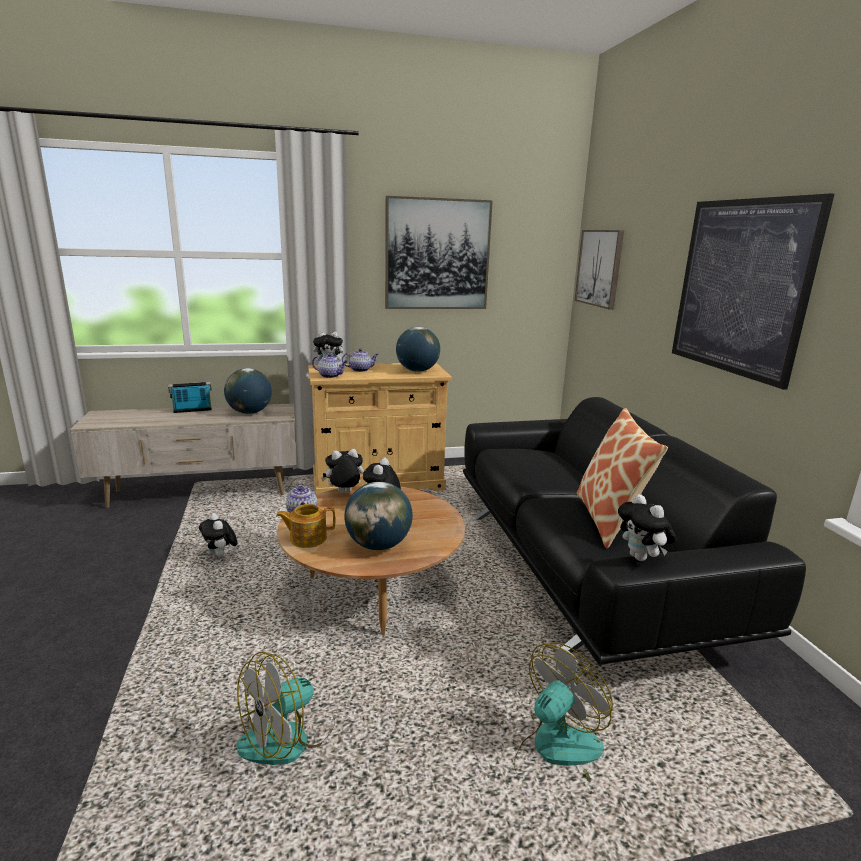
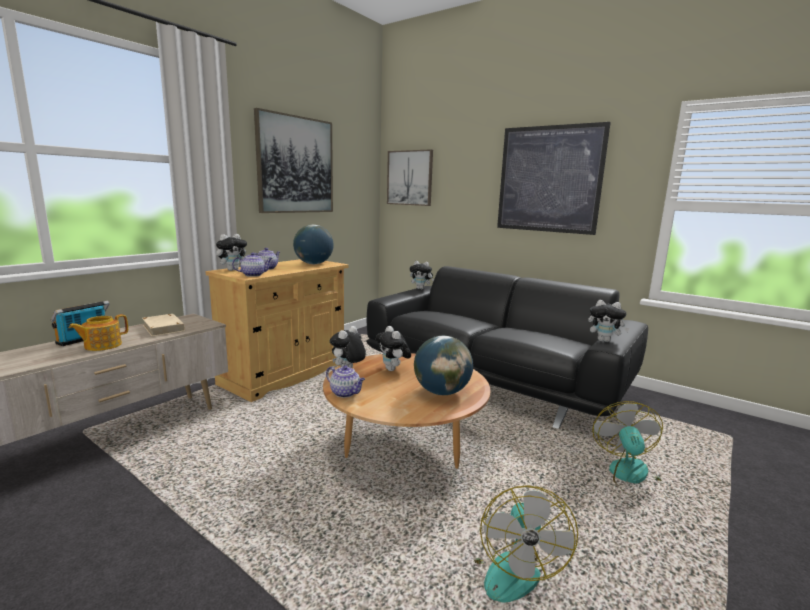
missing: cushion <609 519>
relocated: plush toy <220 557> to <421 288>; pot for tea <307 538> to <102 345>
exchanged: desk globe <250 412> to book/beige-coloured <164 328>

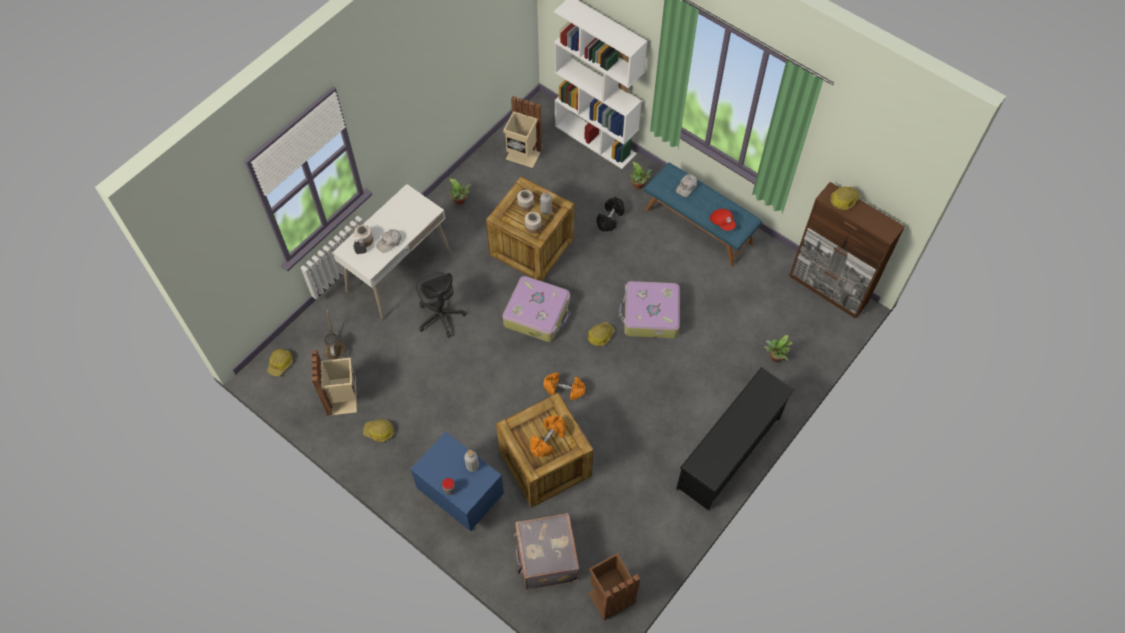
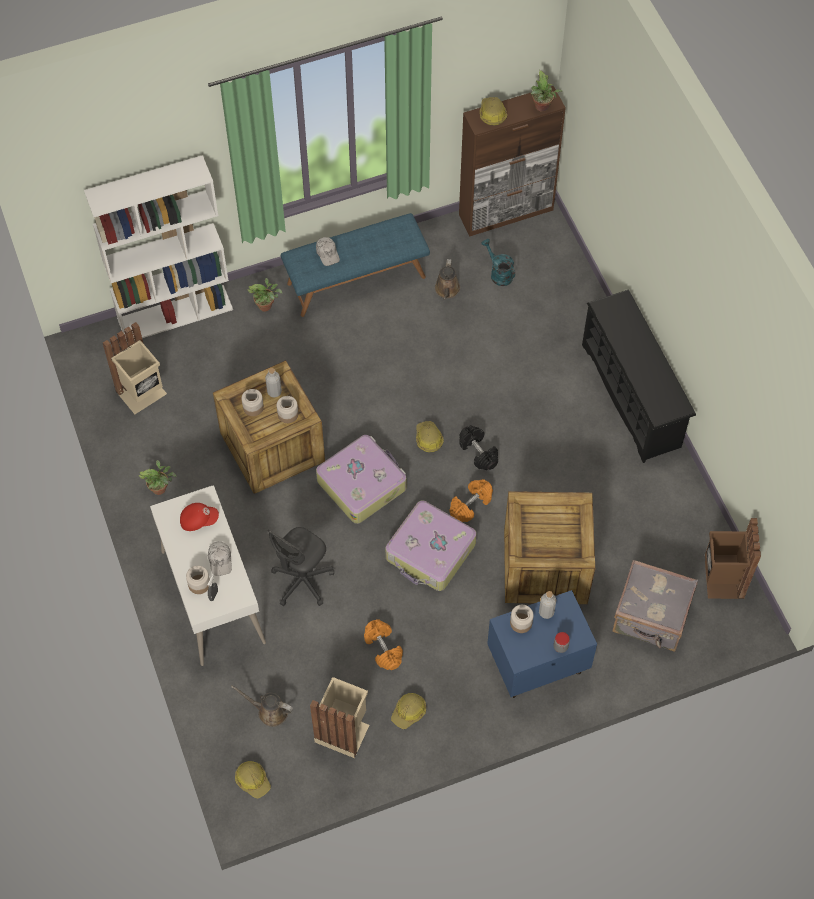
appeared: sprinkling can/brown-coloured <447 290>; sprinkling can/turquoise-coloured <498 273>; jar <521 623>
relocated: hand weight/orangey <548 440> to <383 648>; hand weight/black-coloured <610 219> to <478 452>; piece of luggage <650 315> to <430 552>; baseball cap/reddish <722 222> to <198 520>; potted plant <774 358> to <542 108>
spun: computer chair/grey <440 317> = <302 581> 120 degrees clockwise

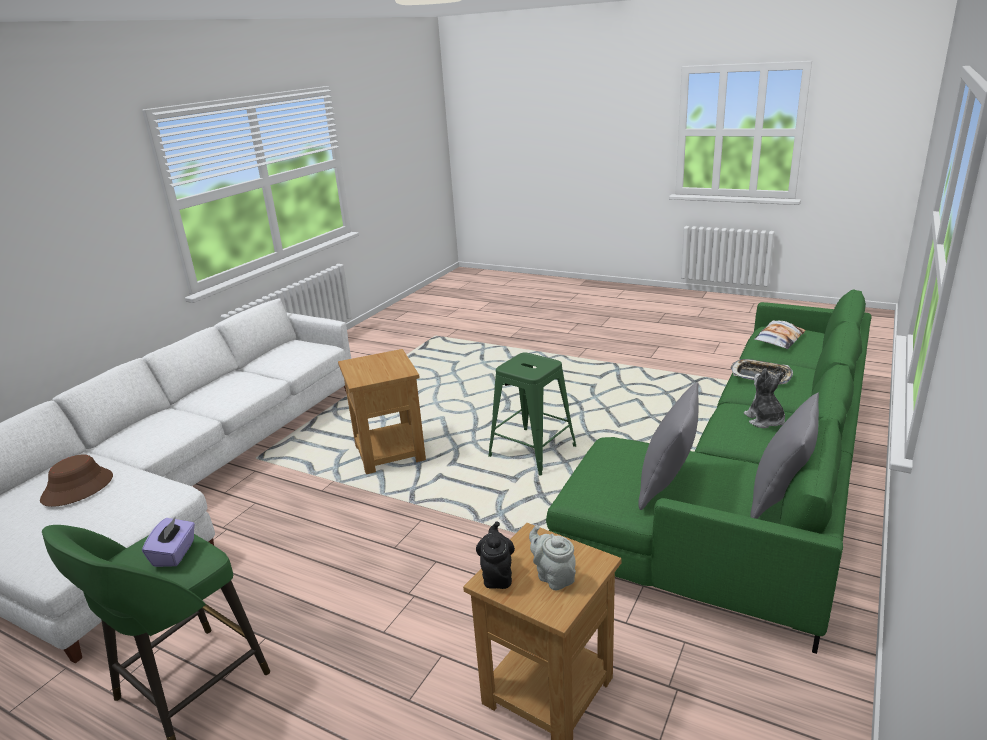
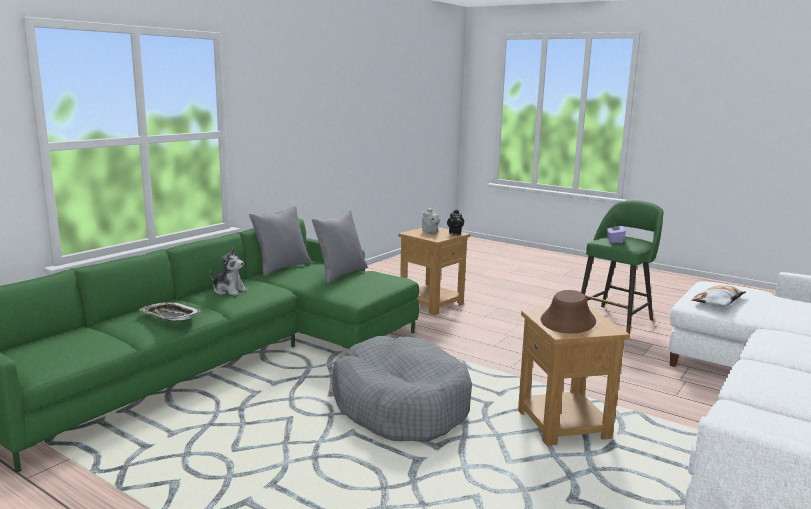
relocated: clothing hat/brown-coloured <77 488> to <568 321>; cushion <778 339> to <718 301>
exchanged: stool/green-coloured <533 451> to dog bed/grey <400 405>
spun: plush toy <764 420> = <229 291> 60 degrees counterclockwise

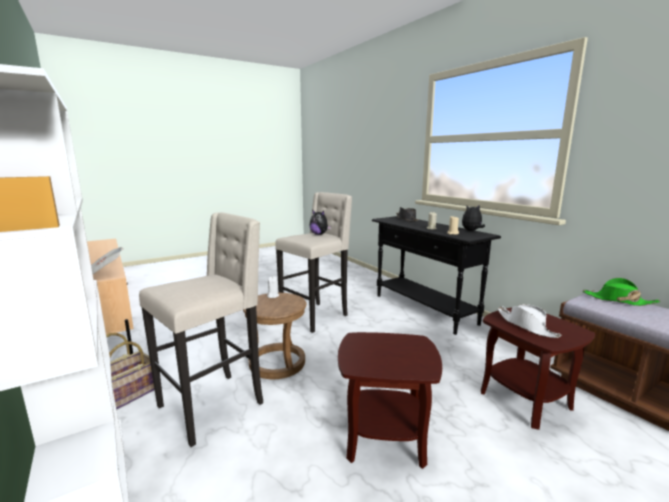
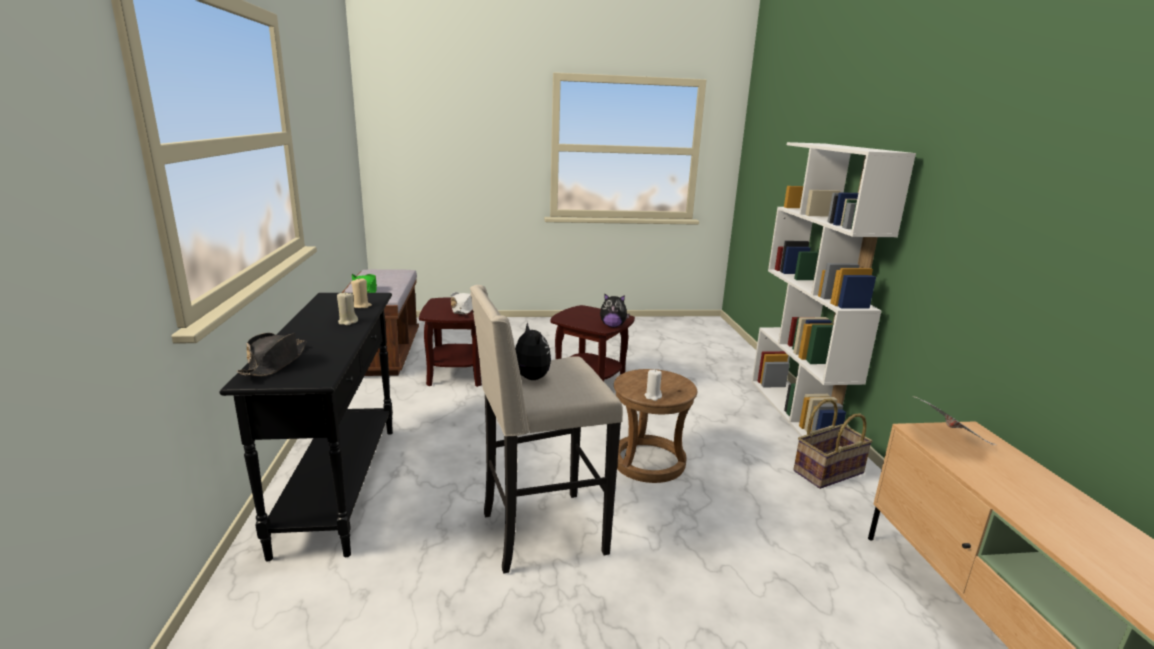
missing: stool/beige-coloured <213 405>
relocated: plush toy <471 231> to <613 326>

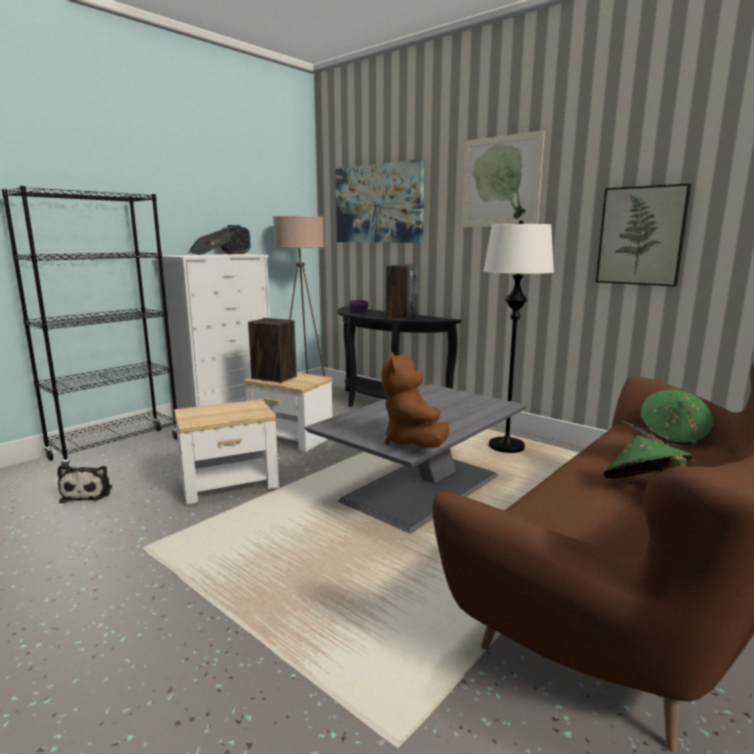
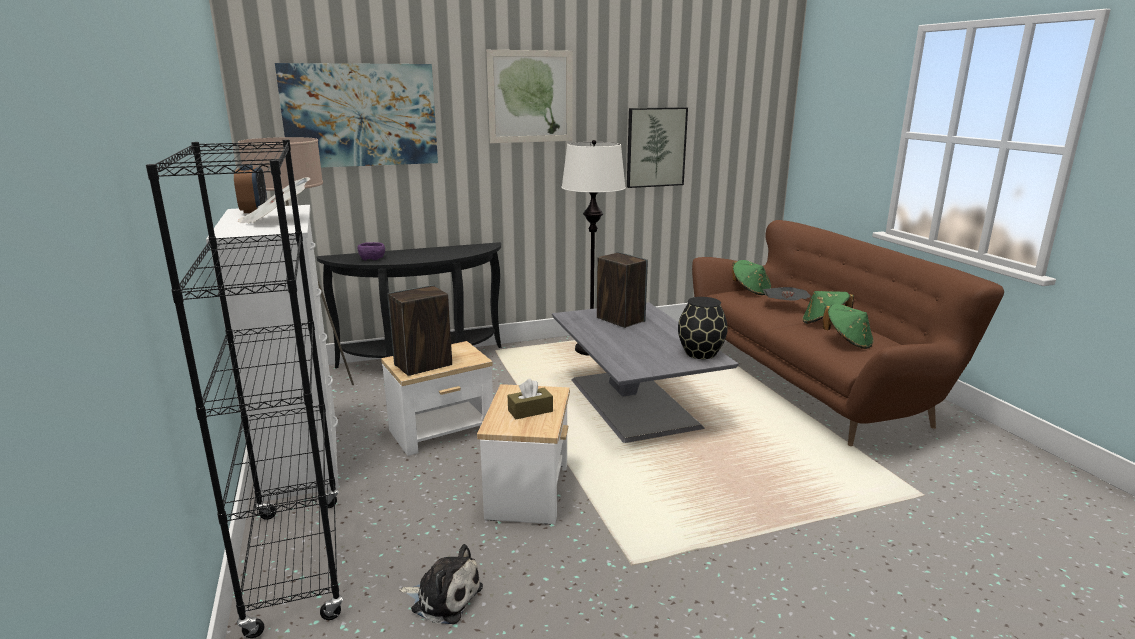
appeared: tissue holder/brown-coloured <530 411>; clothing hat/green-coloured <847 342>
relocated: loudspeaker <401 317> to <620 320>
exchanged: plush toy/brown-coloured <413 443> to flower vase/black-coloured <700 353>

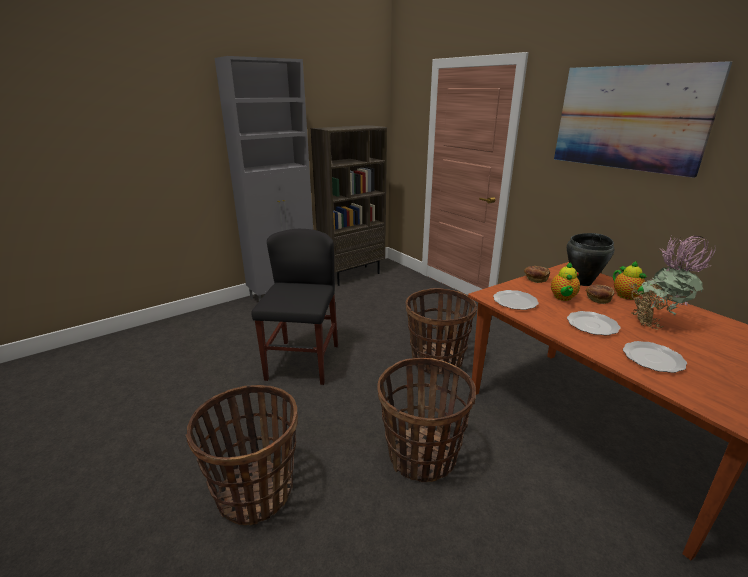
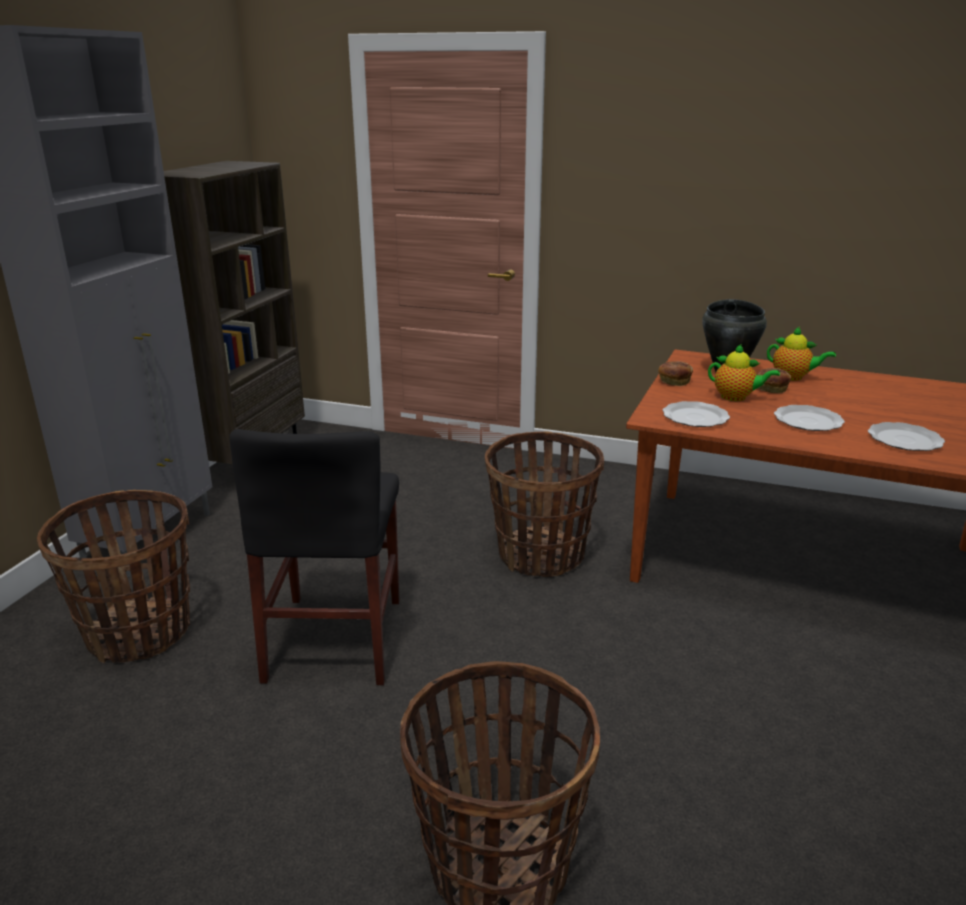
missing: picture <629 118>; potted plant <655 323>
relocated: storage basket <422 456> to <139 633>
spun: chair/black-coloured <303 362> = <335 638> 150 degrees counterclockwise; pot for tea <563 298> = <736 397> 45 degrees counterclockwise

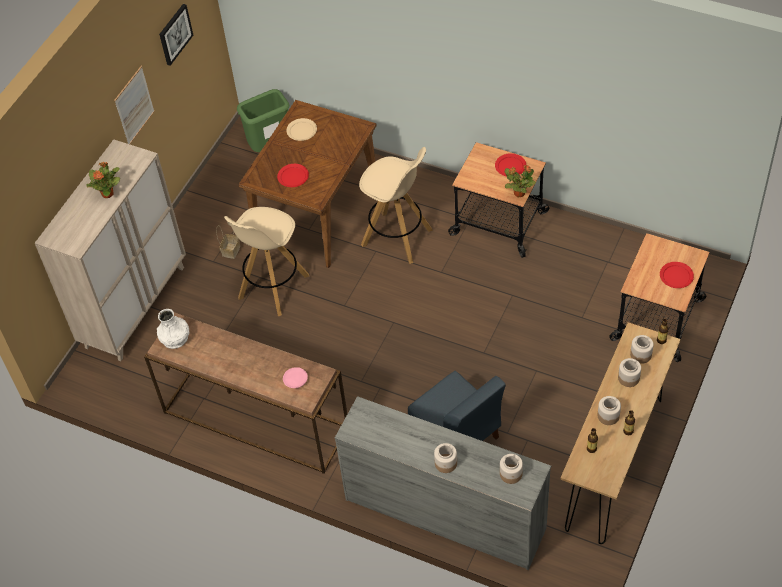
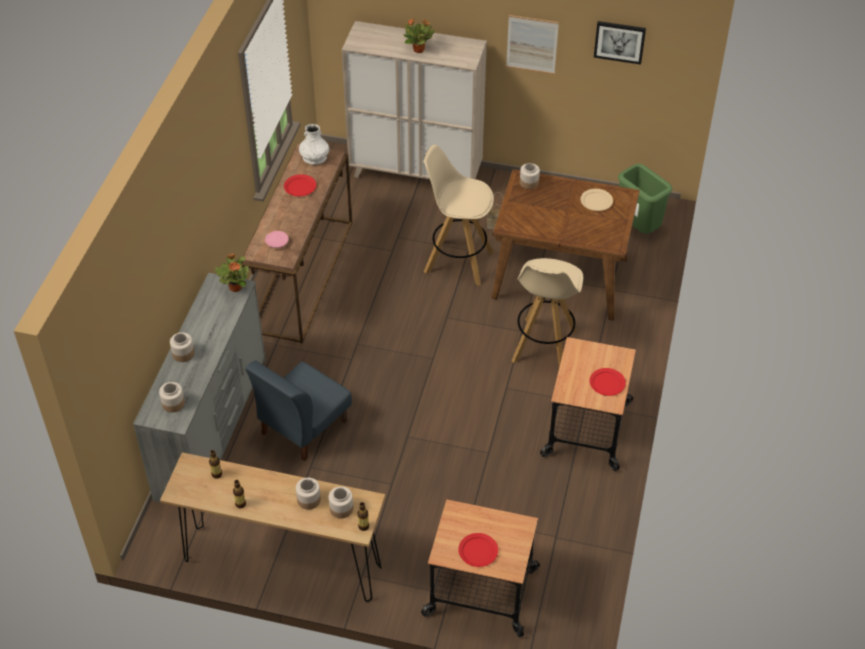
relocated: flat dish/reddish <293 177> to <299 187>; potted plant <518 193> to <235 287>; jar <608 415> to <529 183>

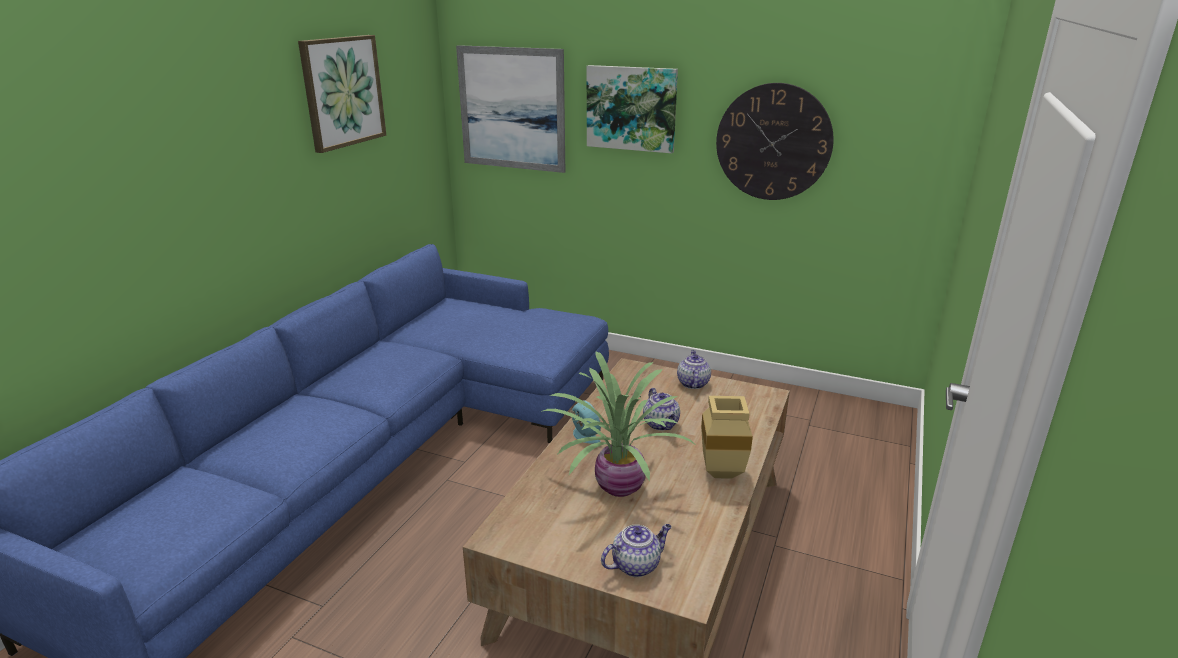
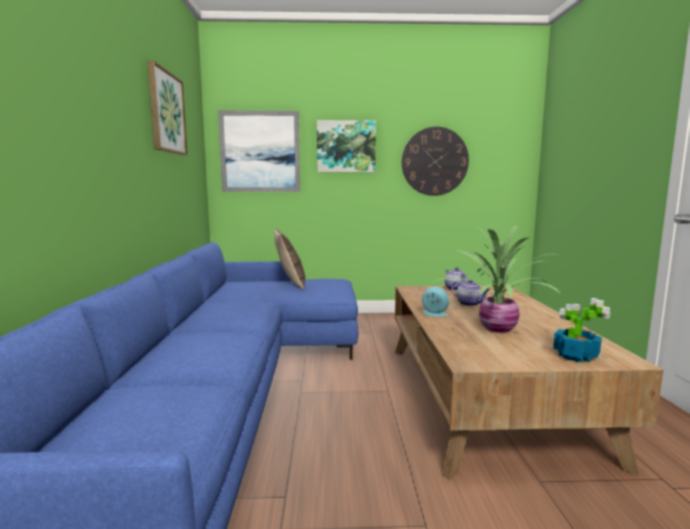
missing: flower vase/beige-coloured <719 474>
appeared: cushion <290 284>
exchanged: pot for tea <636 564> to potted plant <575 355>

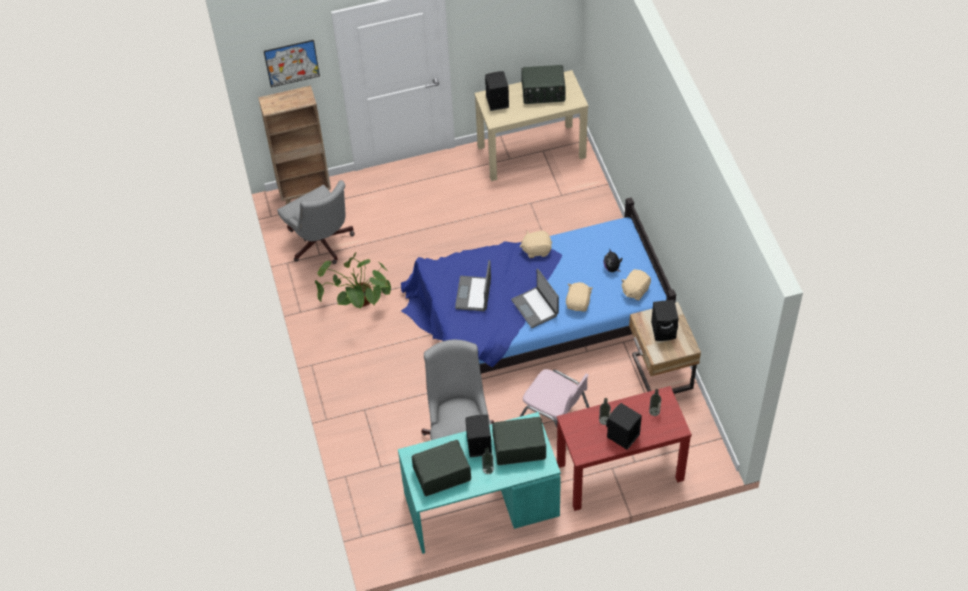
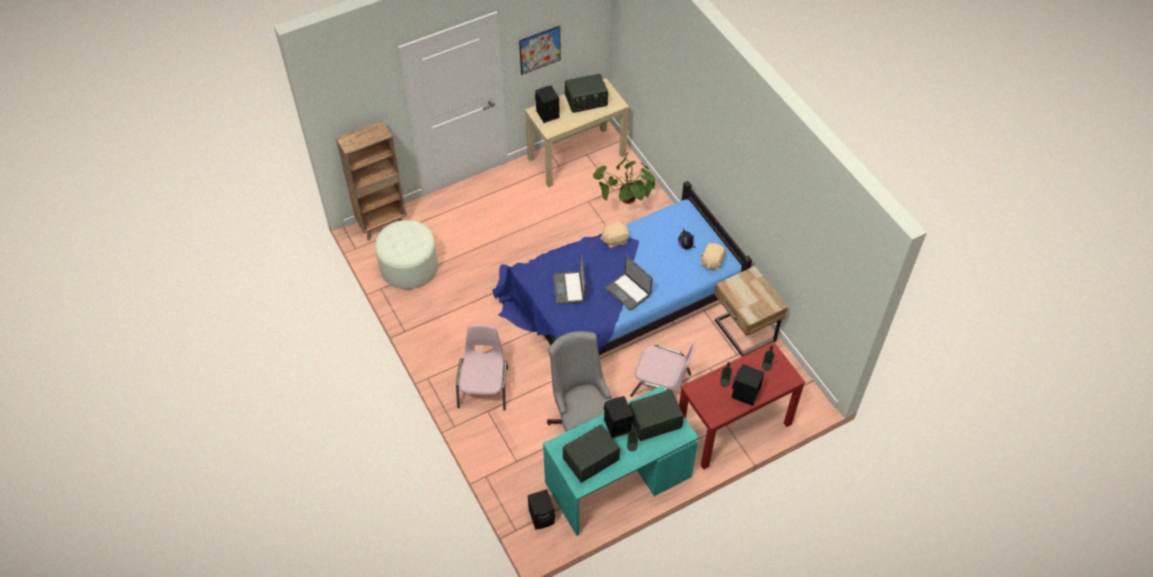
missing: plush toy/beige-coloured <578 303>
appeared: chair/pink <484 387>
relocated: picture <291 63> to <540 50>; potted plant <358 307> to <626 204>; loudspeaker/black-coloured <664 330> to <542 516>
exchanged: computer chair/grey <322 245> to pouffe/white <409 267>

